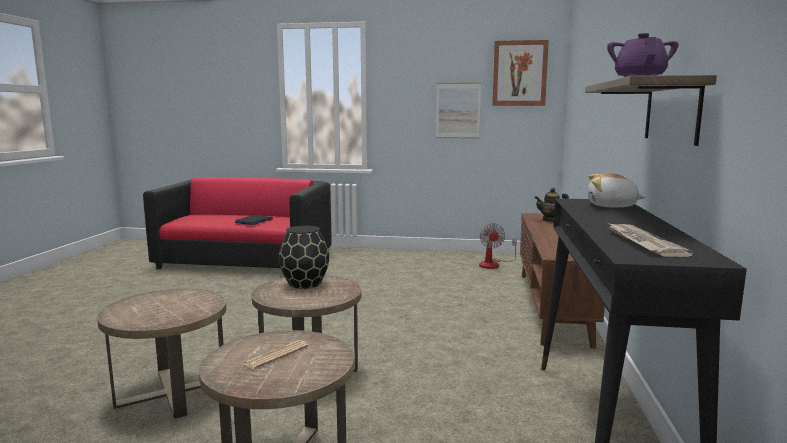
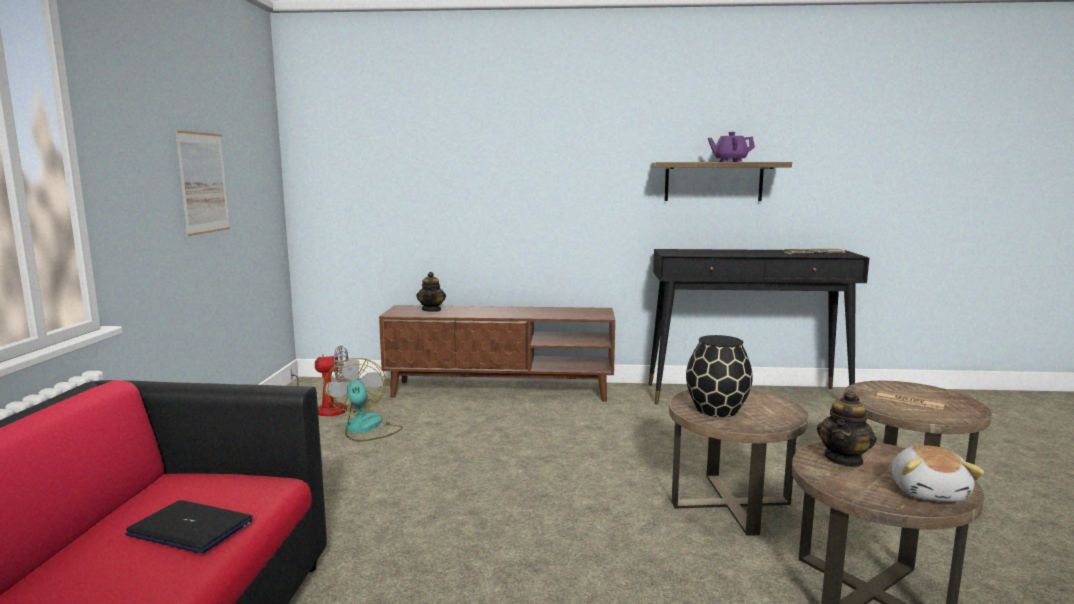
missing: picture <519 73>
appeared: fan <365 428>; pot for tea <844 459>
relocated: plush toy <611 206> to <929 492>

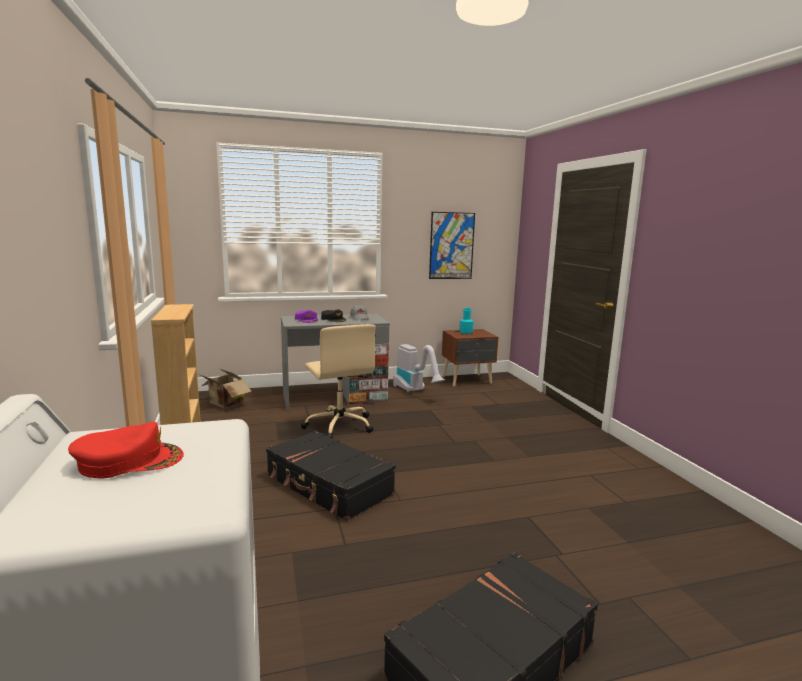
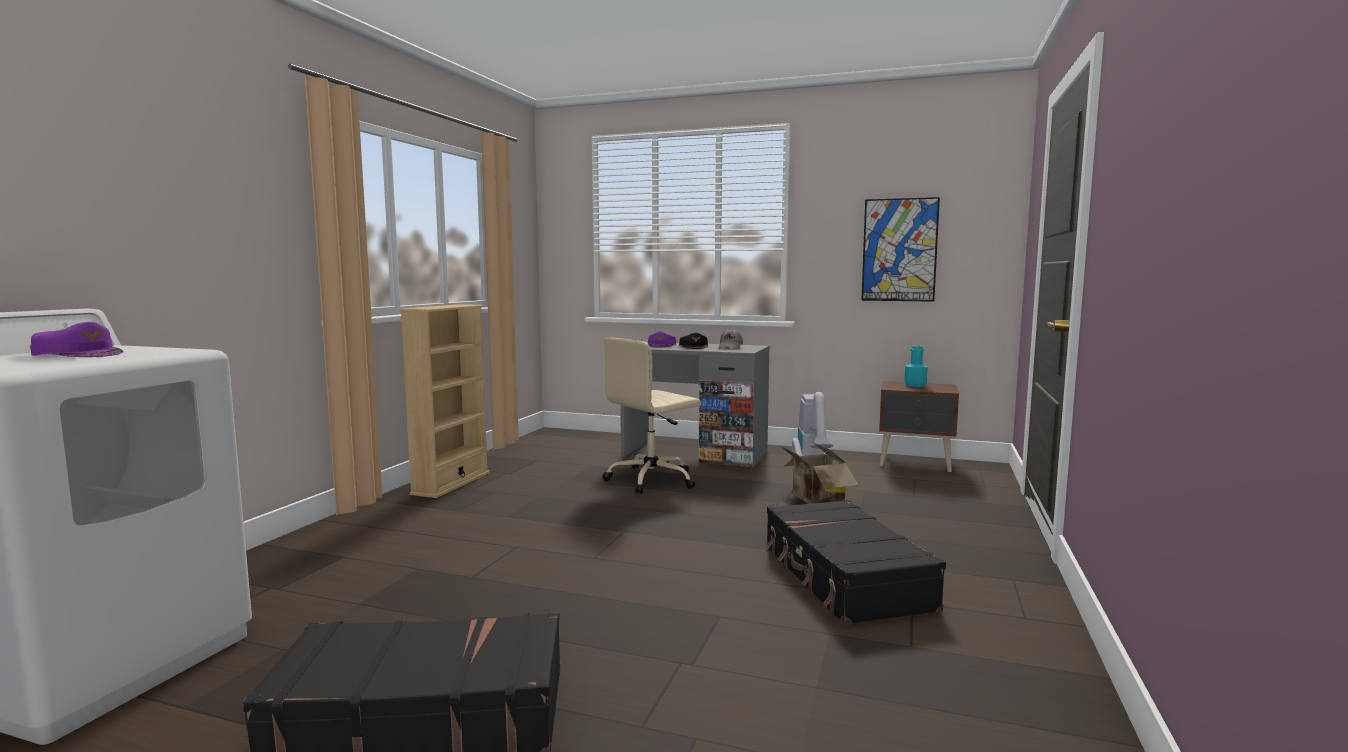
relocated: carton <225 404> to <815 500>; piece of luggage/black-coloured <328 486> to <844 578>
colour: baseball cap/reddish <129 460> to baseball cap/purplish <78 354>
spun: computer chair/beige-coloured <339 425> = <652 479> 45 degrees clockwise

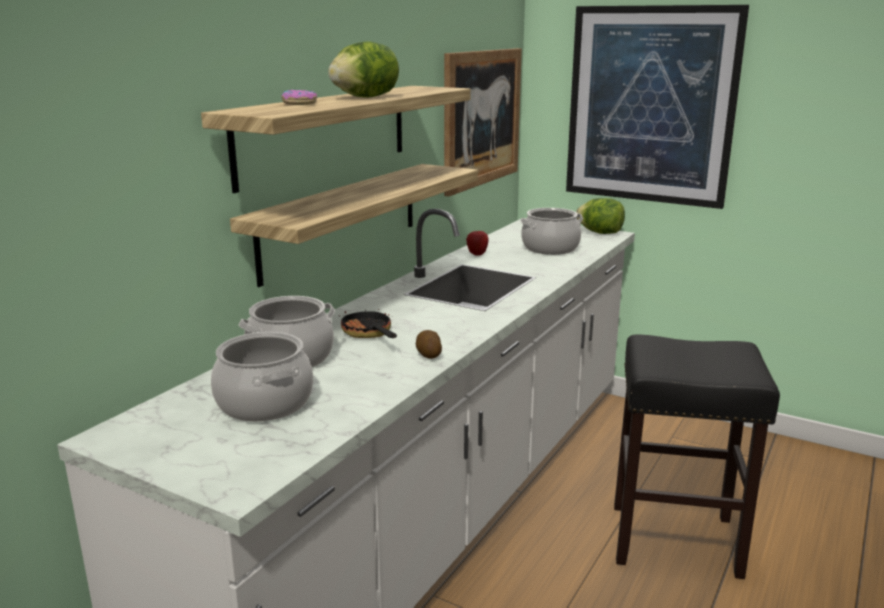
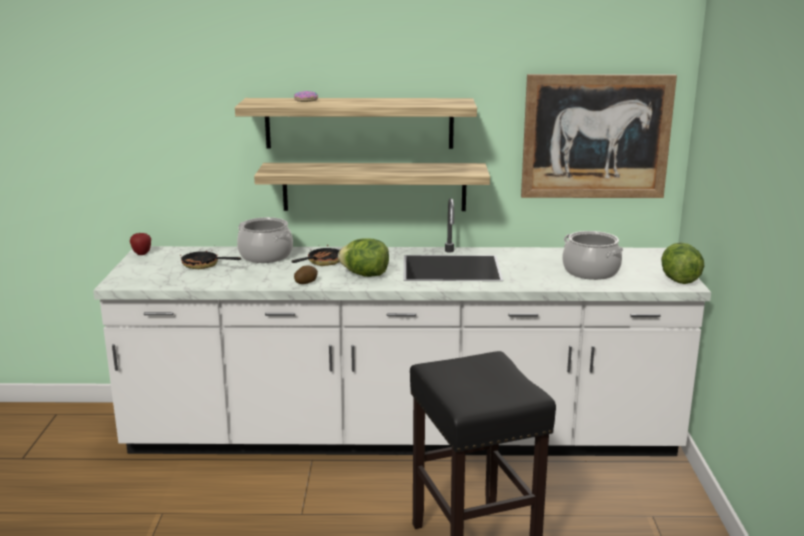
missing: picture <650 106>
relocated: lettuce <365 97> to <365 275>; apple fruit <477 254> to <142 254>
exchanged: stockpot <265 403> to frying pan <205 265>

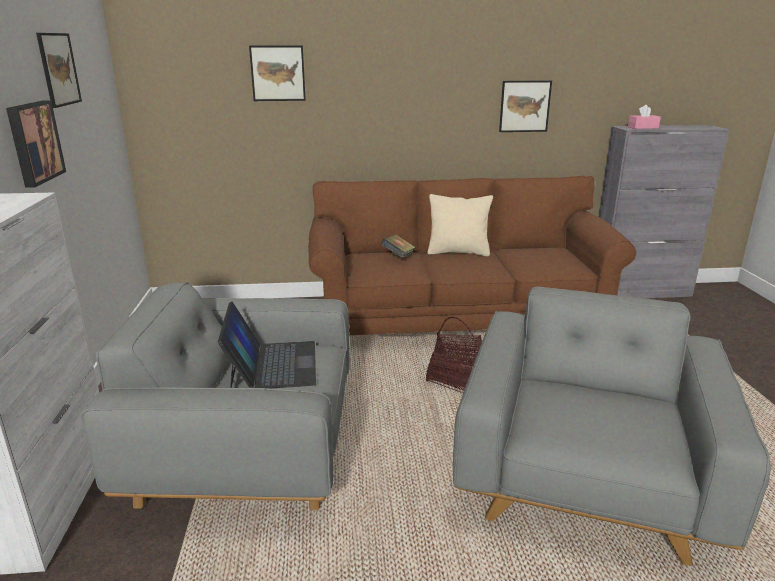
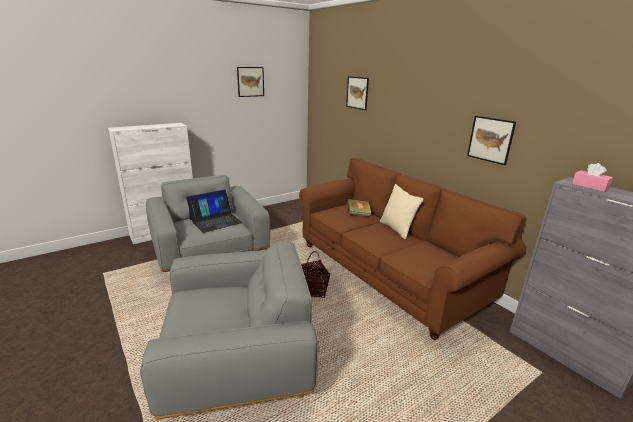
missing: picture <33 142>

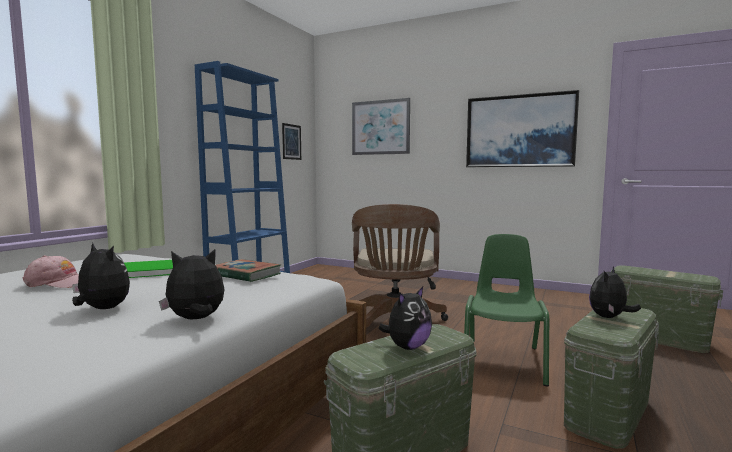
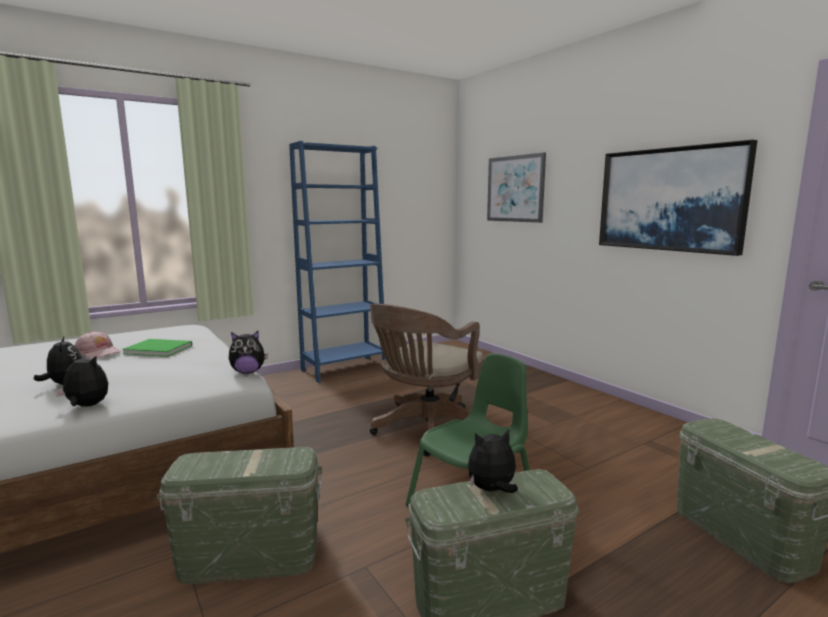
missing: book <245 275>; picture <291 142>
relocated: plush toy <407 347> to <248 372>

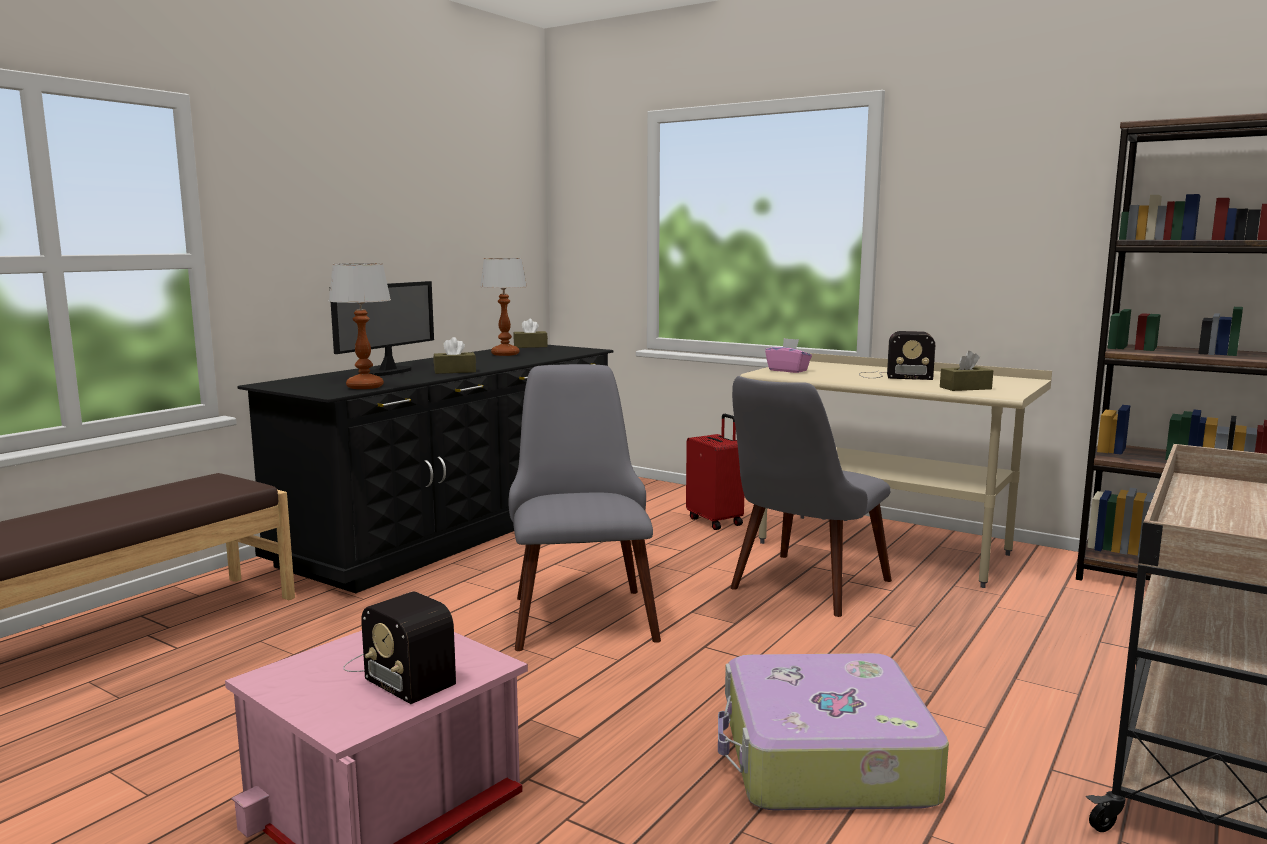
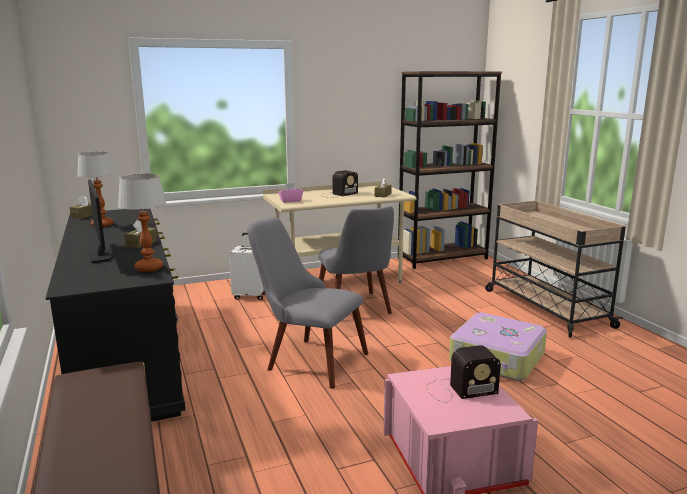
colour: piece of luggage/reddish <716 521> to piece of luggage/white <250 296>

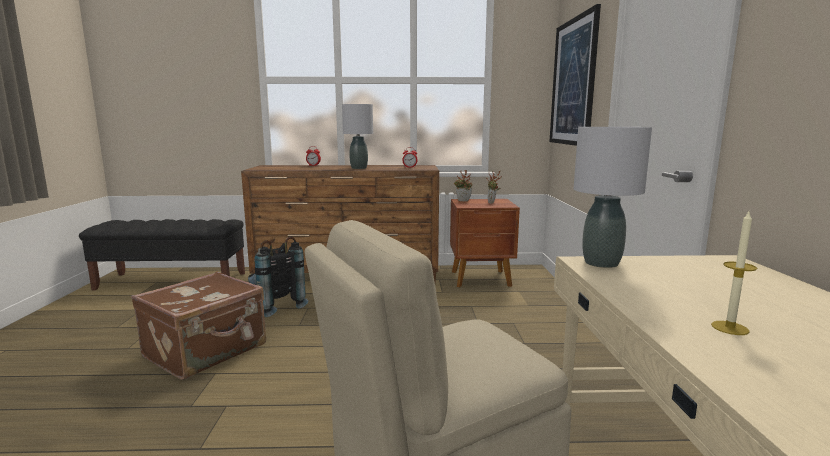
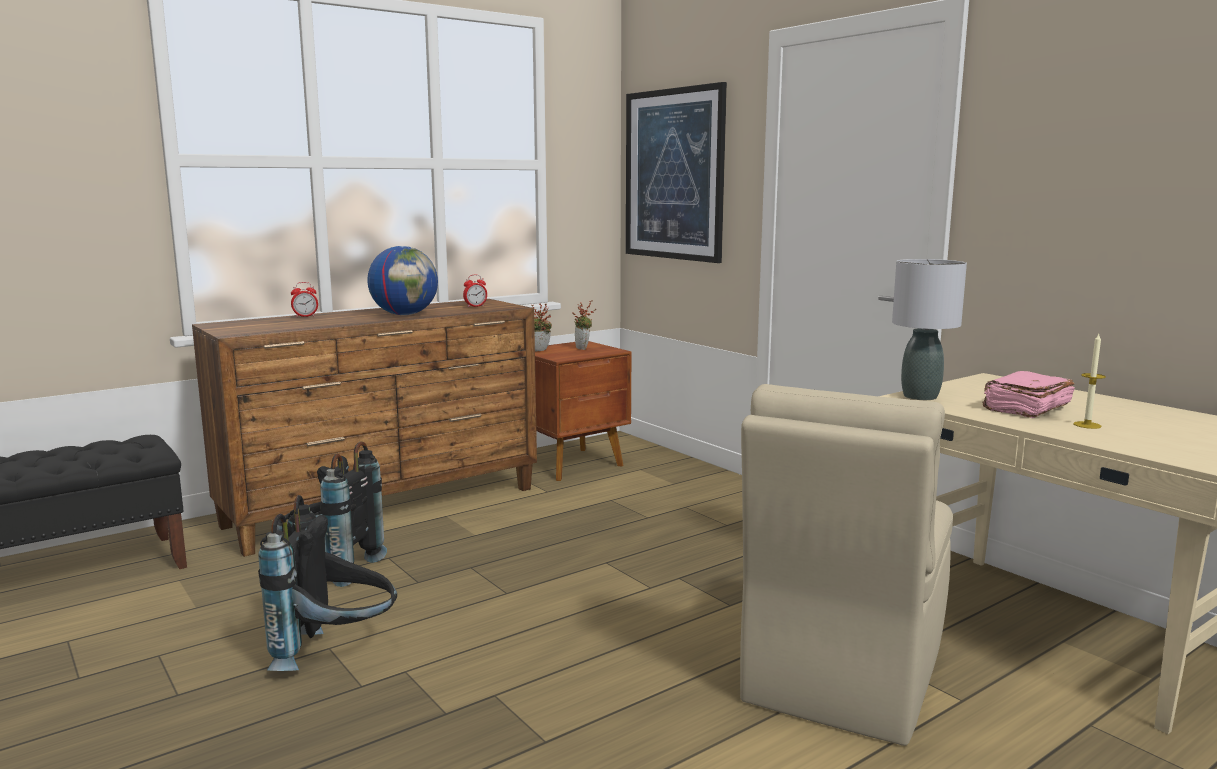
appeared: book/pink <1025 408>
exchanged: piece of luggage/brown-coloured <207 351> to backpack/black-coloured <336 653>; tabletop lamp/grey <359 168> to desk globe <405 314>

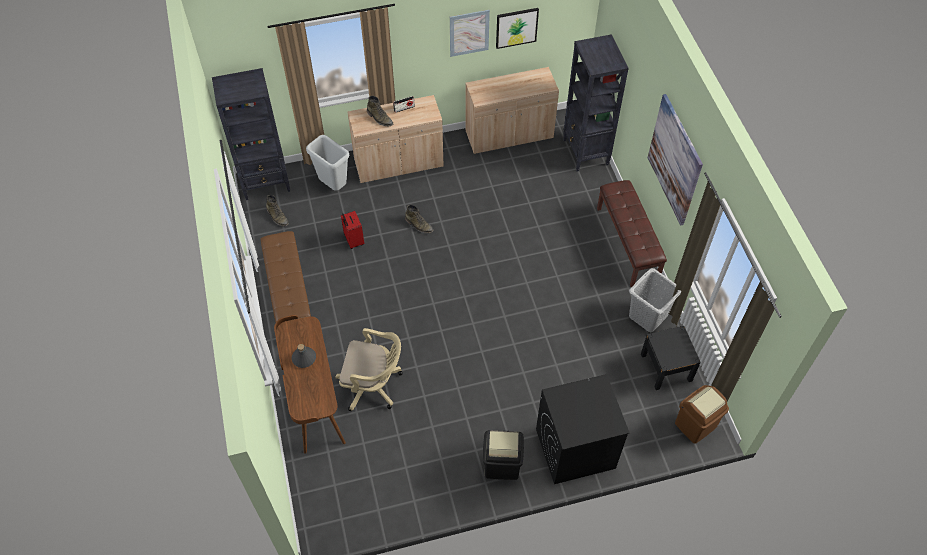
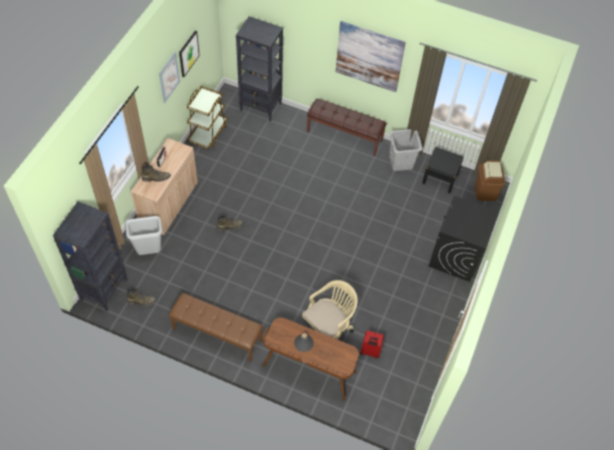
missing: rubbish bin/black-coloured <502 464>
relocated: piece of luggage/reddish <353 241> to <370 352>
exchanged: storage cabinet/beige-coloured <509 135> to wheeled cart/brown-coloured <208 133>

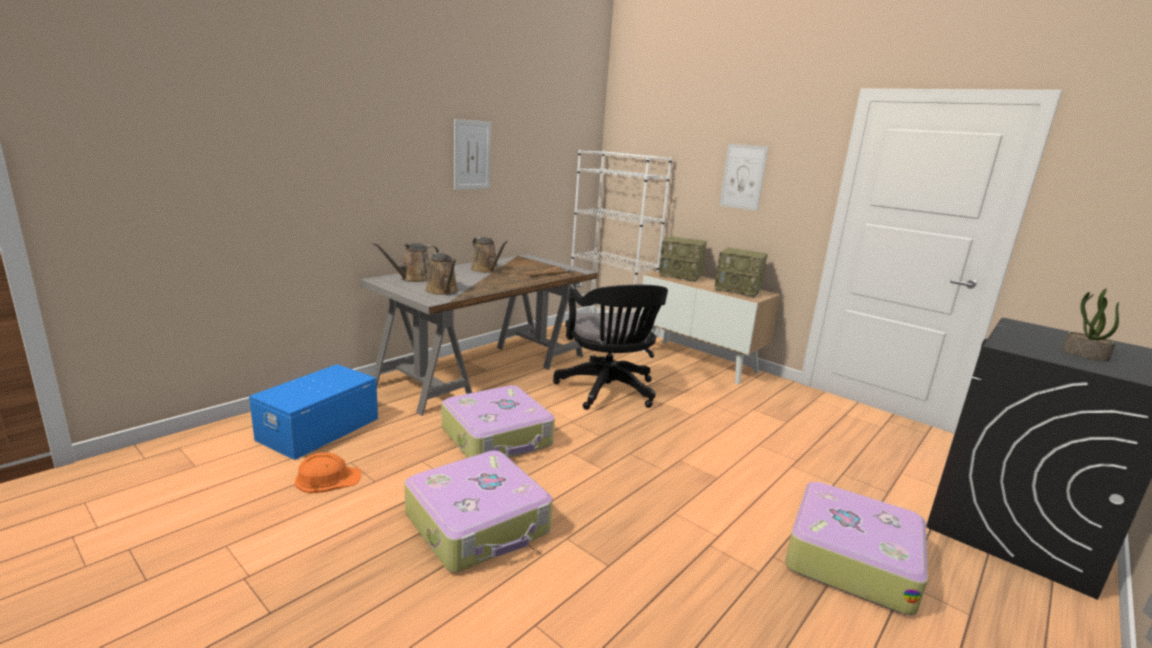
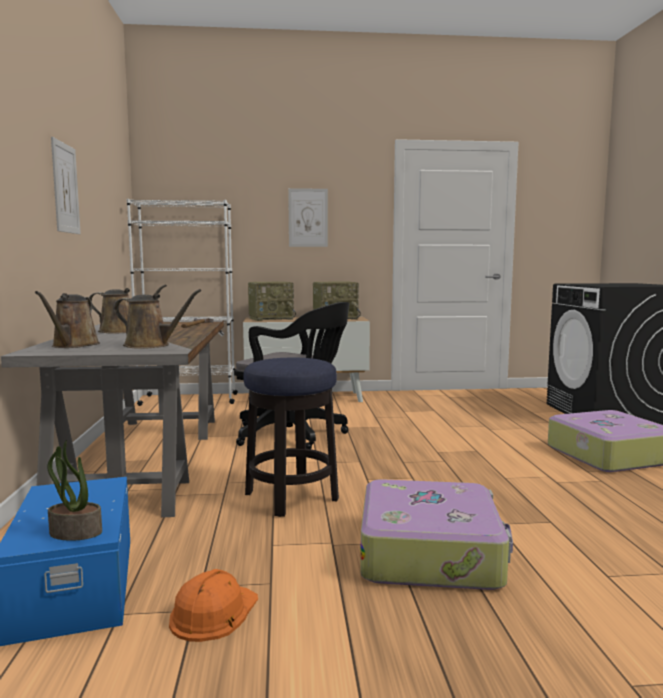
relocated: potted plant <1083 355> to <74 533>
exchanged: piece of luggage <498 437> to stool <291 497>

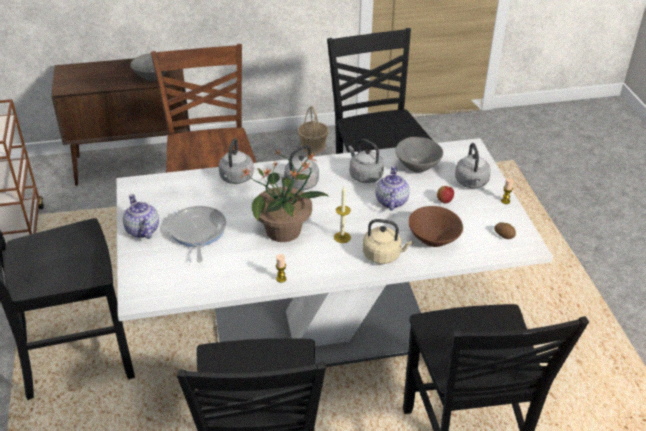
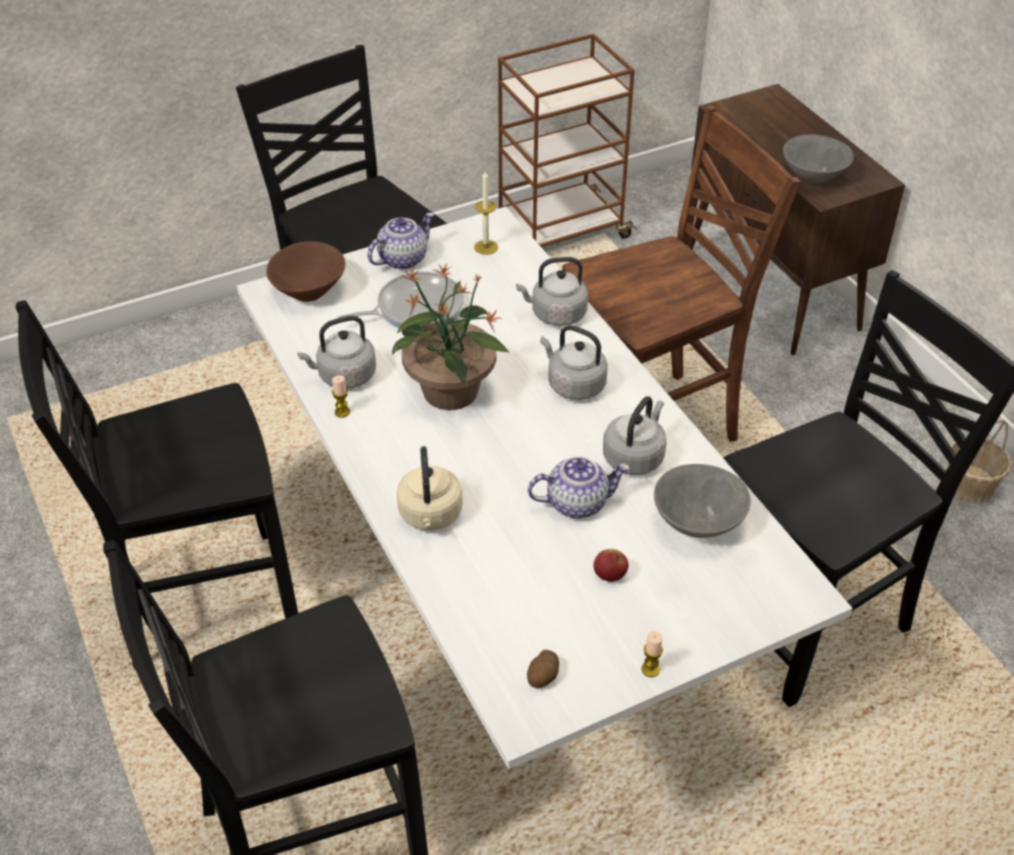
relocated: wax candle <342 237> to <486 247>; deep dish/brown-coloured <433 240> to <308 292>; water kettle/grey <471 183> to <344 376>

